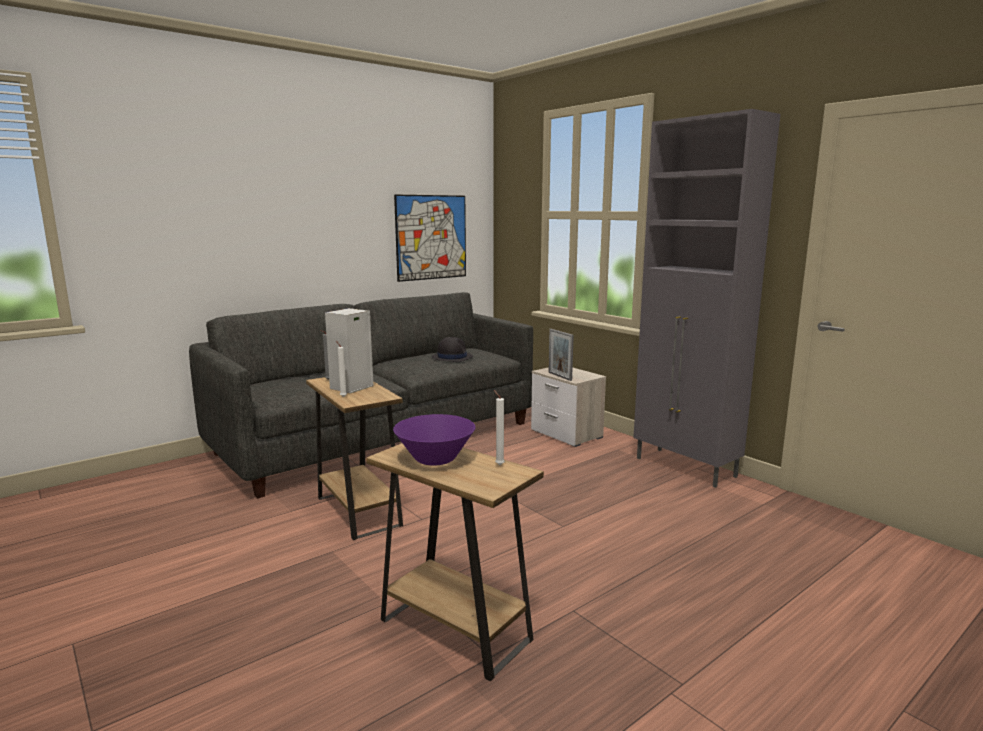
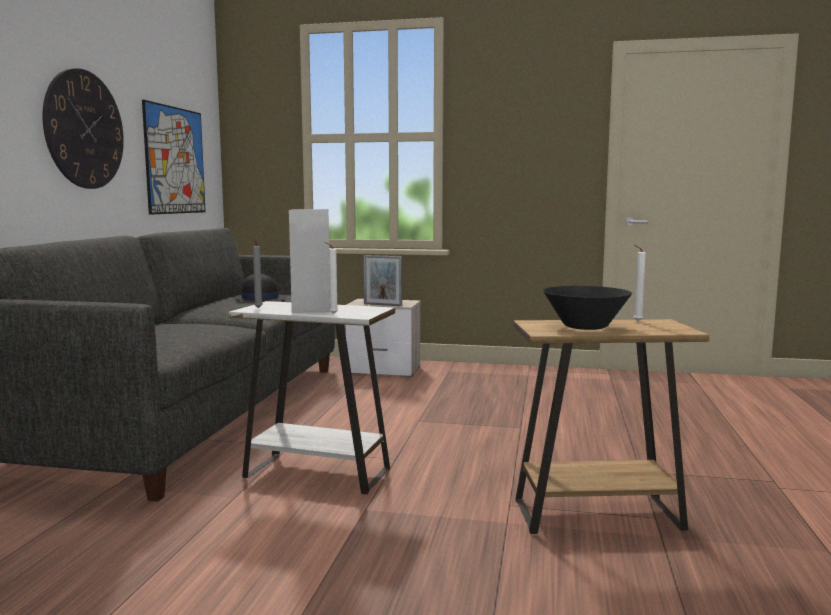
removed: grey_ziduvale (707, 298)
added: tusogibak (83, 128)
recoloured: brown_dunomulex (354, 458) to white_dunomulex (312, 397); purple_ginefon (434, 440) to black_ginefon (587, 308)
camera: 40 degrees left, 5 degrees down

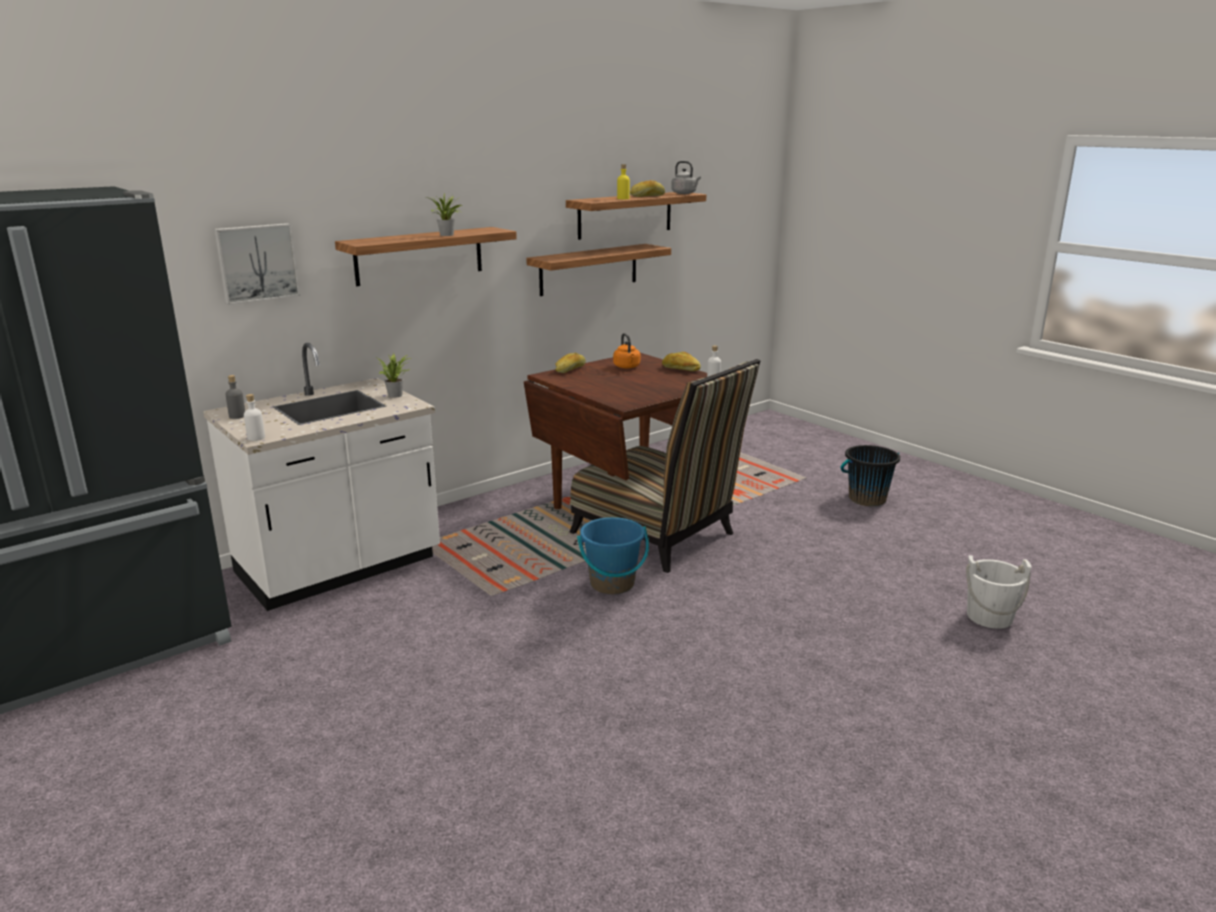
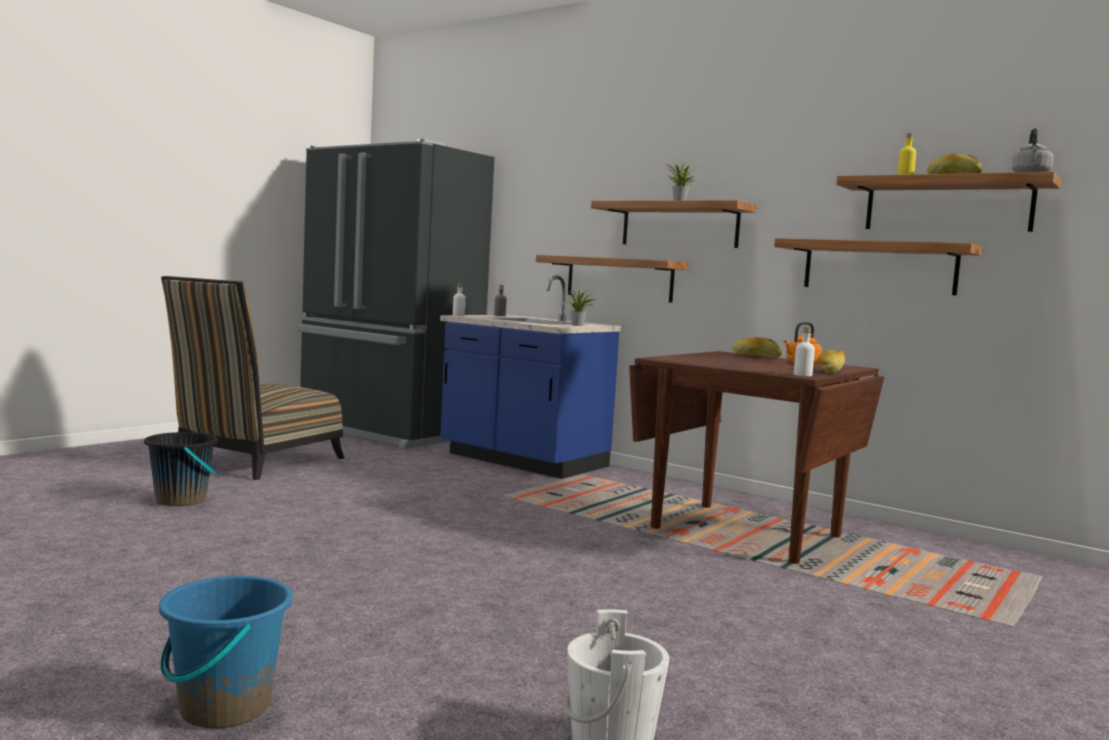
removed: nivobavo (257, 264)
added: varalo (612, 279)
moved: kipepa (665, 466) to (252, 378); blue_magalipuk (613, 555) to (226, 652); black_magalipuk (870, 475) to (181, 469)
recoloured: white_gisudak (321, 477) to blue_gisudak (530, 377)
camera: 75 degrees right, 15 degrees down

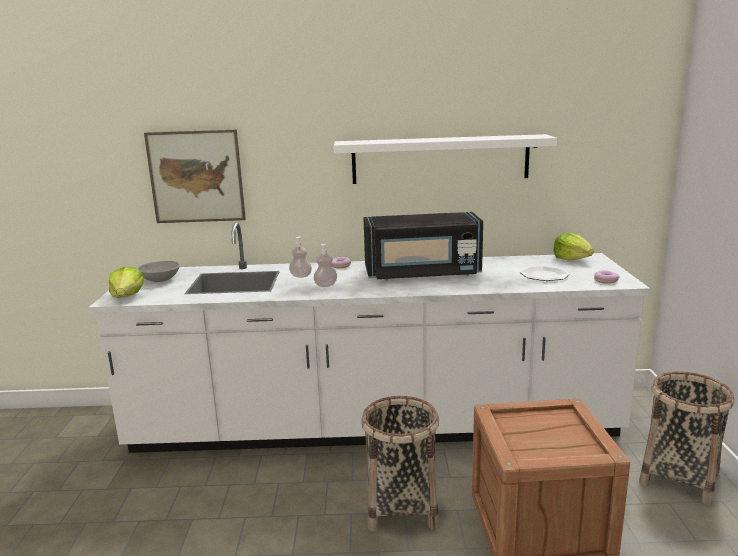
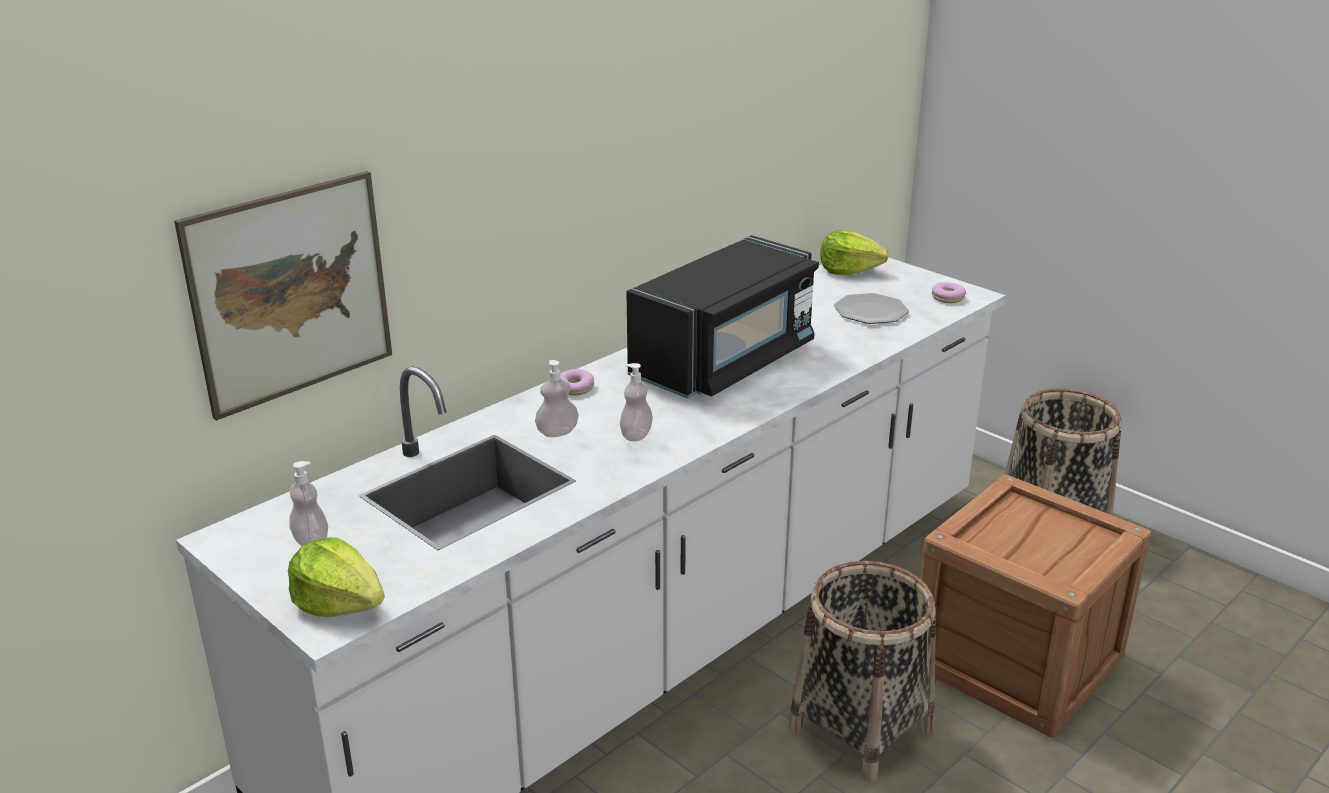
removed: white_varalo (445, 159)
replaced: grey_ginefon (158, 271) to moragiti (308, 503)
camera: 45 degrees left, 10 degrees up

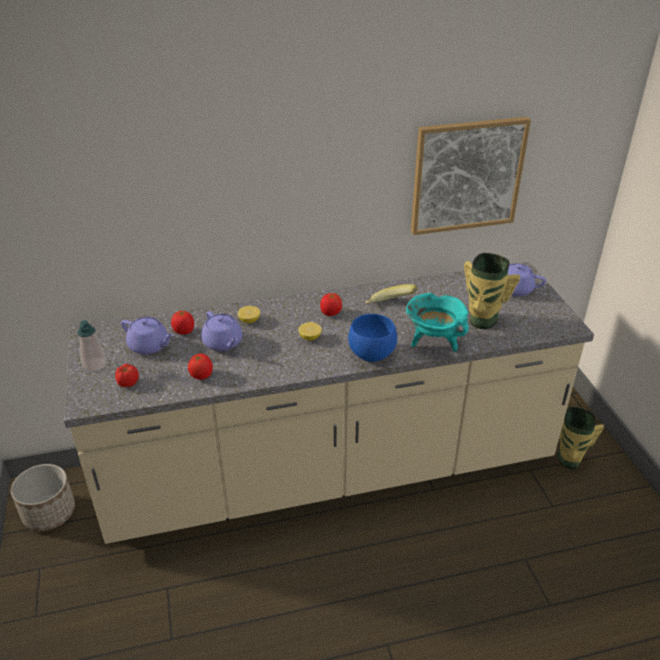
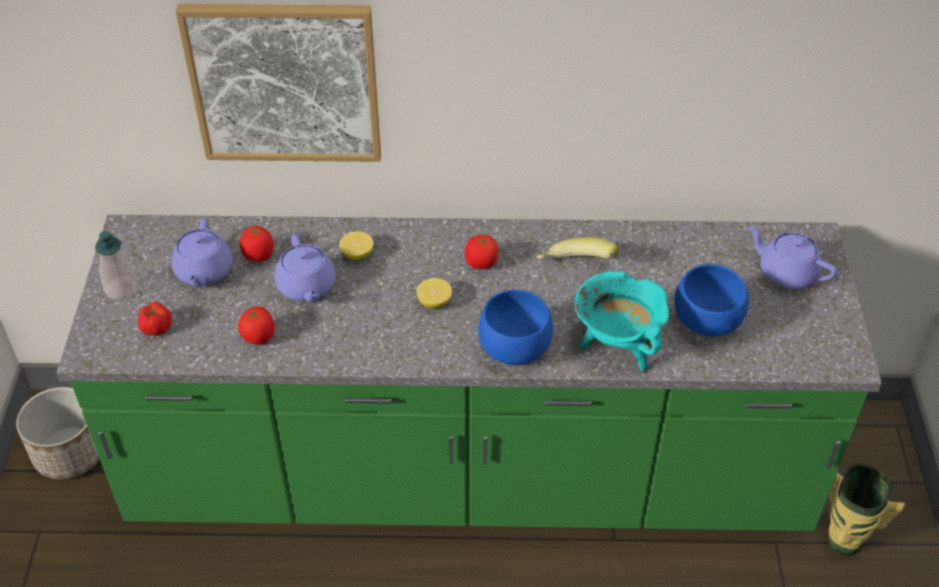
moved: nivobavo (471, 176) to (278, 83)
replaced: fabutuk (492, 291) to blue_ginefon (711, 300)
recoloured: beige_gisudak (329, 403) to green_gisudak (469, 373)
turned: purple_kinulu (147, 336) = (202, 253) 45 degrees clockwise
camera: 15 degrees right, 10 degrees up

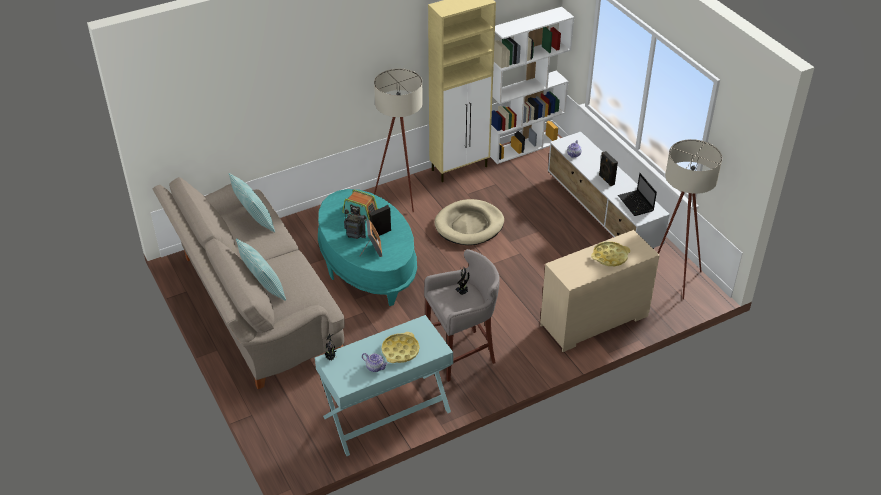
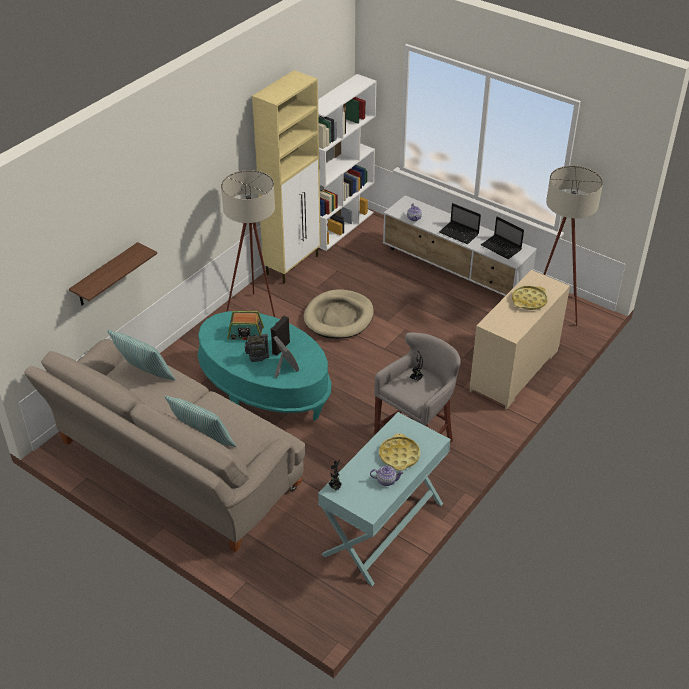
added: varalo (113, 273)
replaced: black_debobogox (608, 168) to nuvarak (460, 223)
camera: 25 degrees left, 0 degrees up

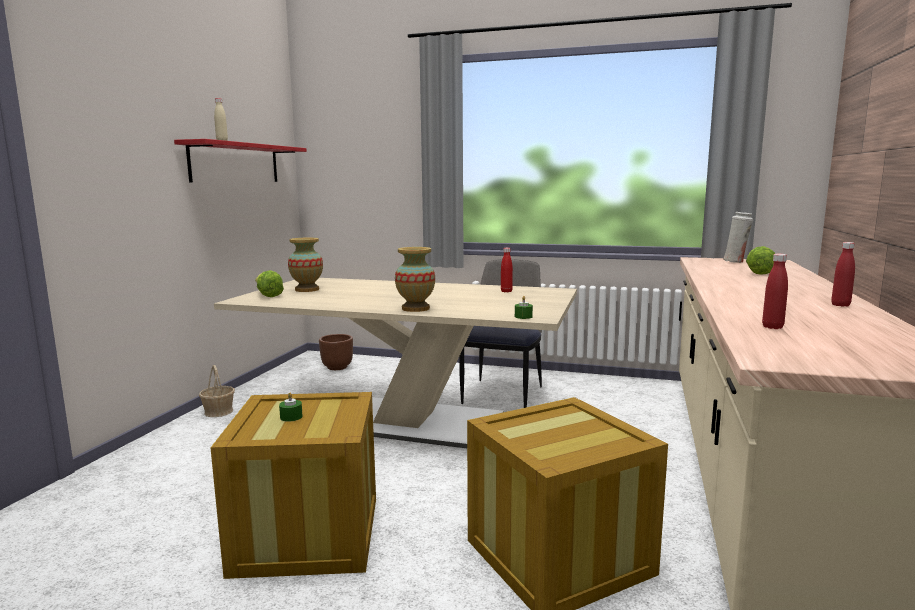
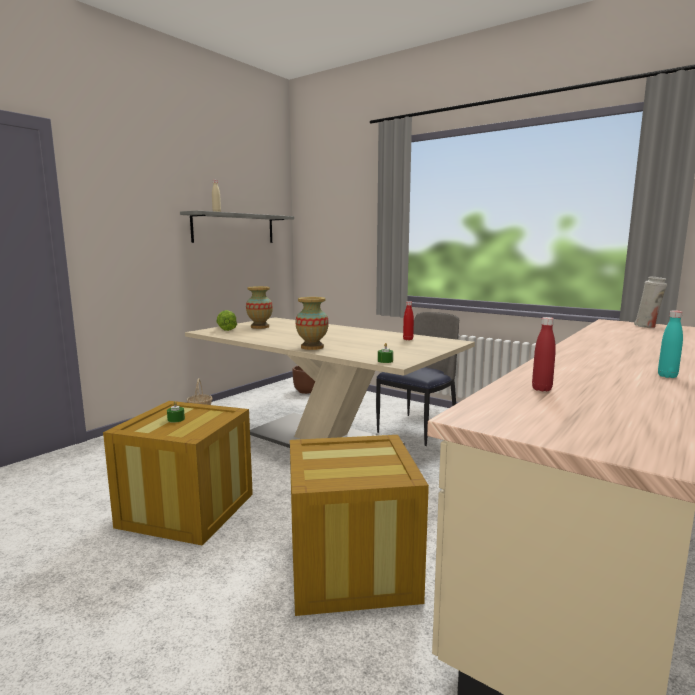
removed: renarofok (760, 260)
recoloured: red_varalo (240, 160) to grey_varalo (237, 226); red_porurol (843, 274) to turquoise_porurol (670, 344)
camera: 20 degrees right, 0 degrees up

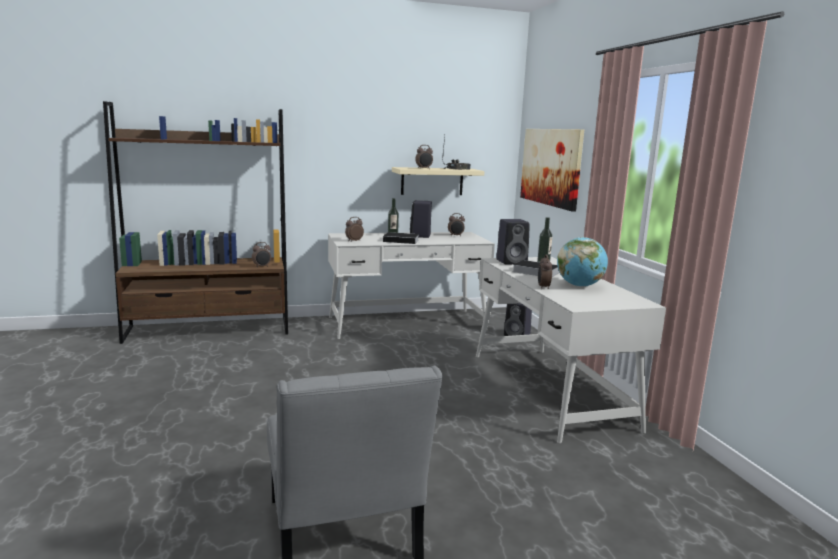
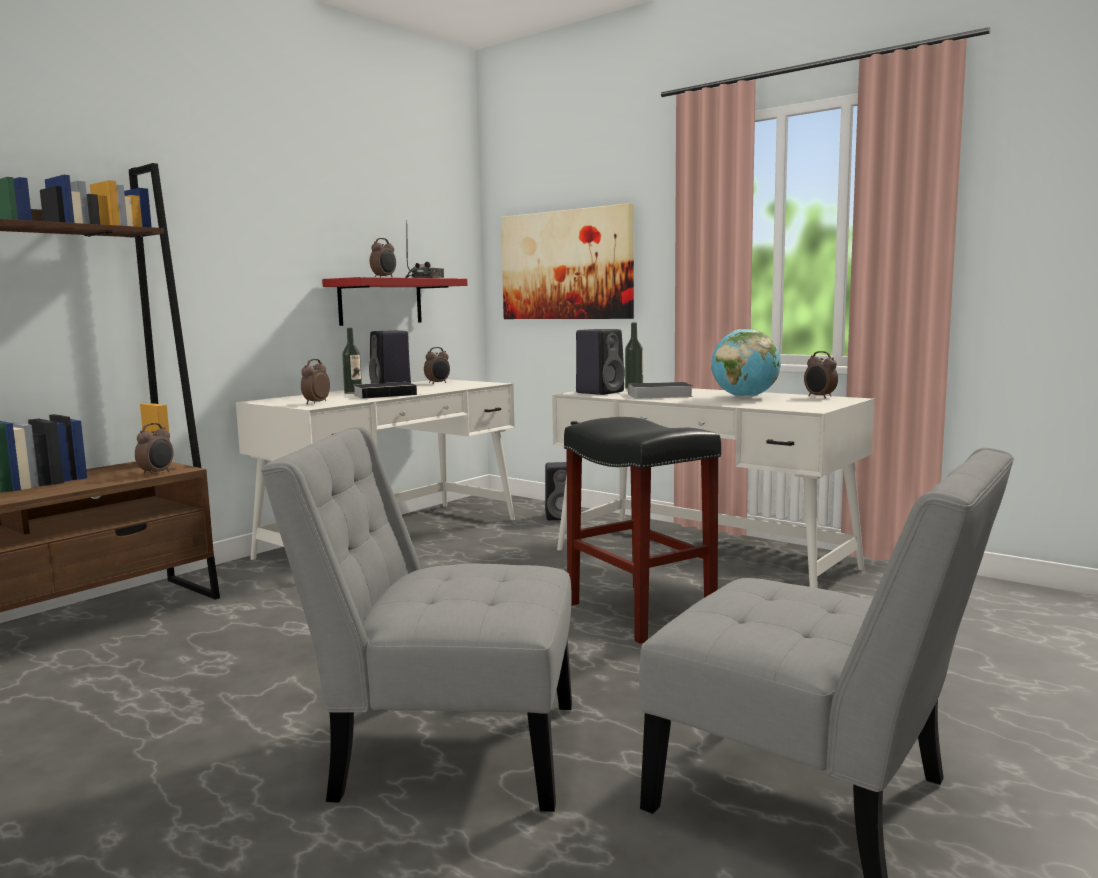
added: grey_kipepa (416, 619); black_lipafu (642, 530)
moved: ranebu (545, 272) to (821, 374)
recoloured: beige_varalo (438, 181) to red_varalo (394, 301)
camera: 35 degrees left, 5 degrees down

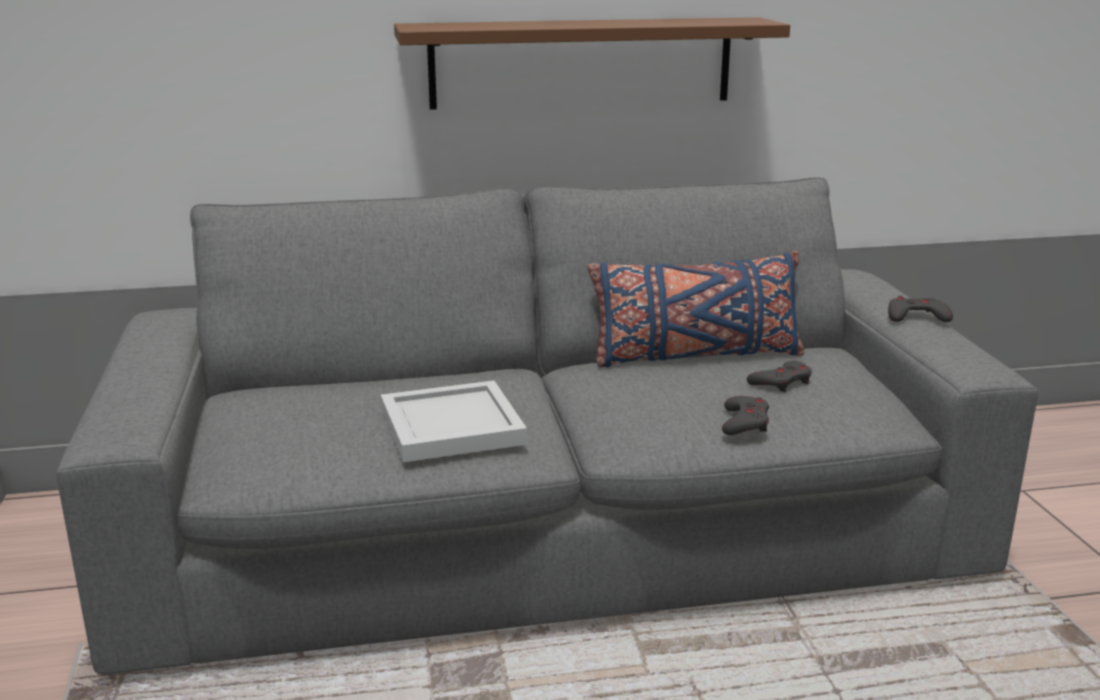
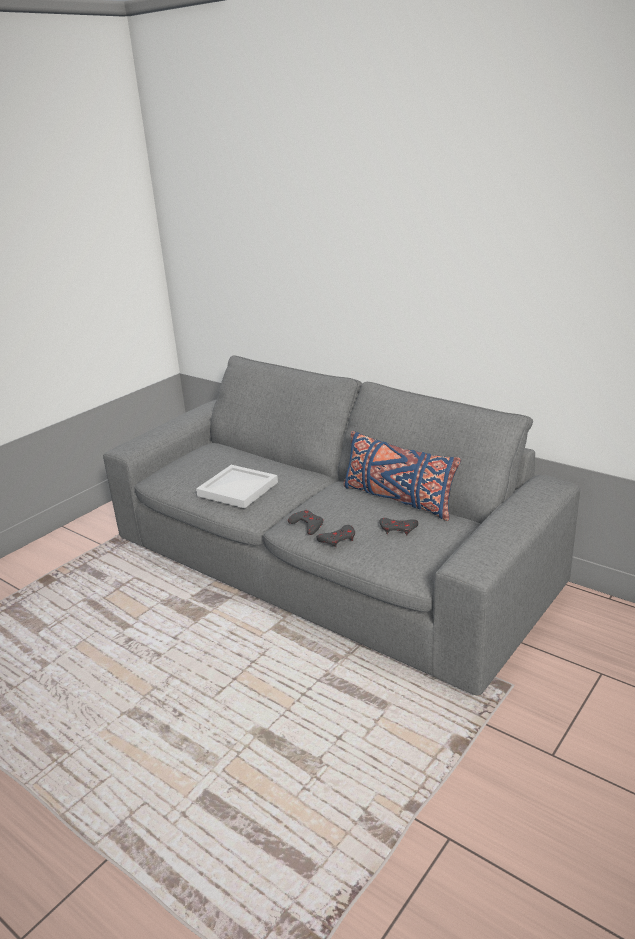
removed: brown_varalo (592, 63)
moved: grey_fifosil (920, 309) to (305, 522)
camera: 50 degrees right, 5 degrees up

